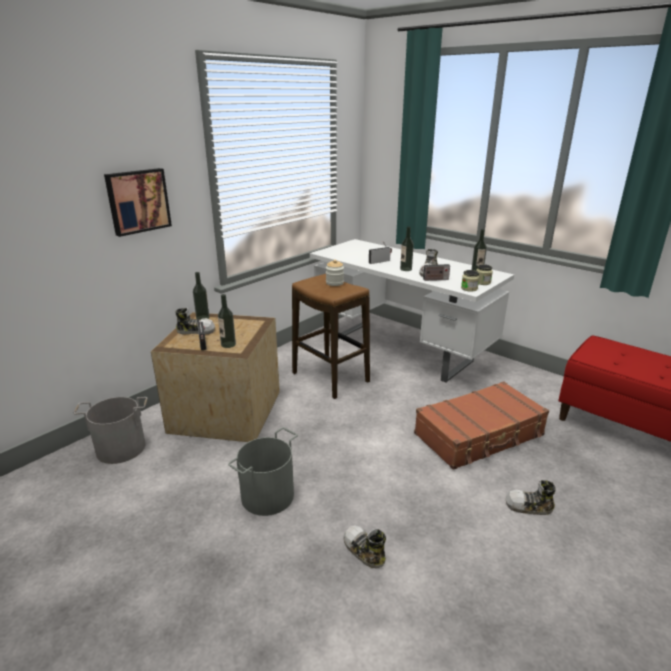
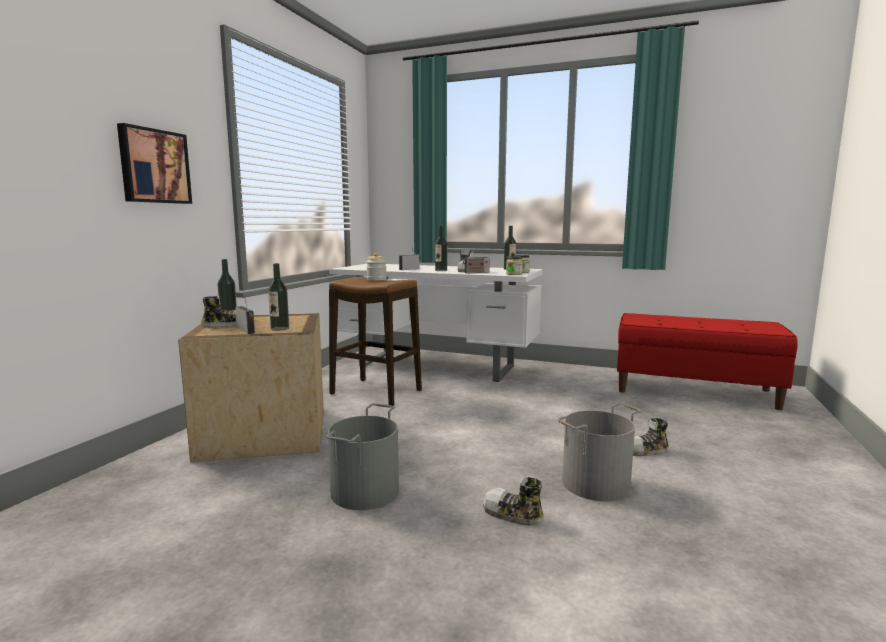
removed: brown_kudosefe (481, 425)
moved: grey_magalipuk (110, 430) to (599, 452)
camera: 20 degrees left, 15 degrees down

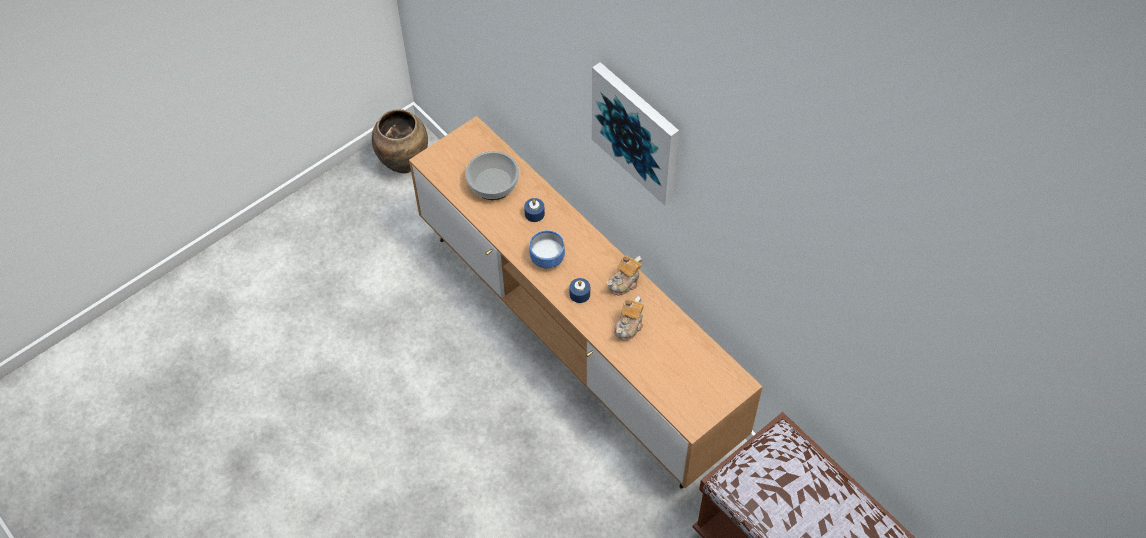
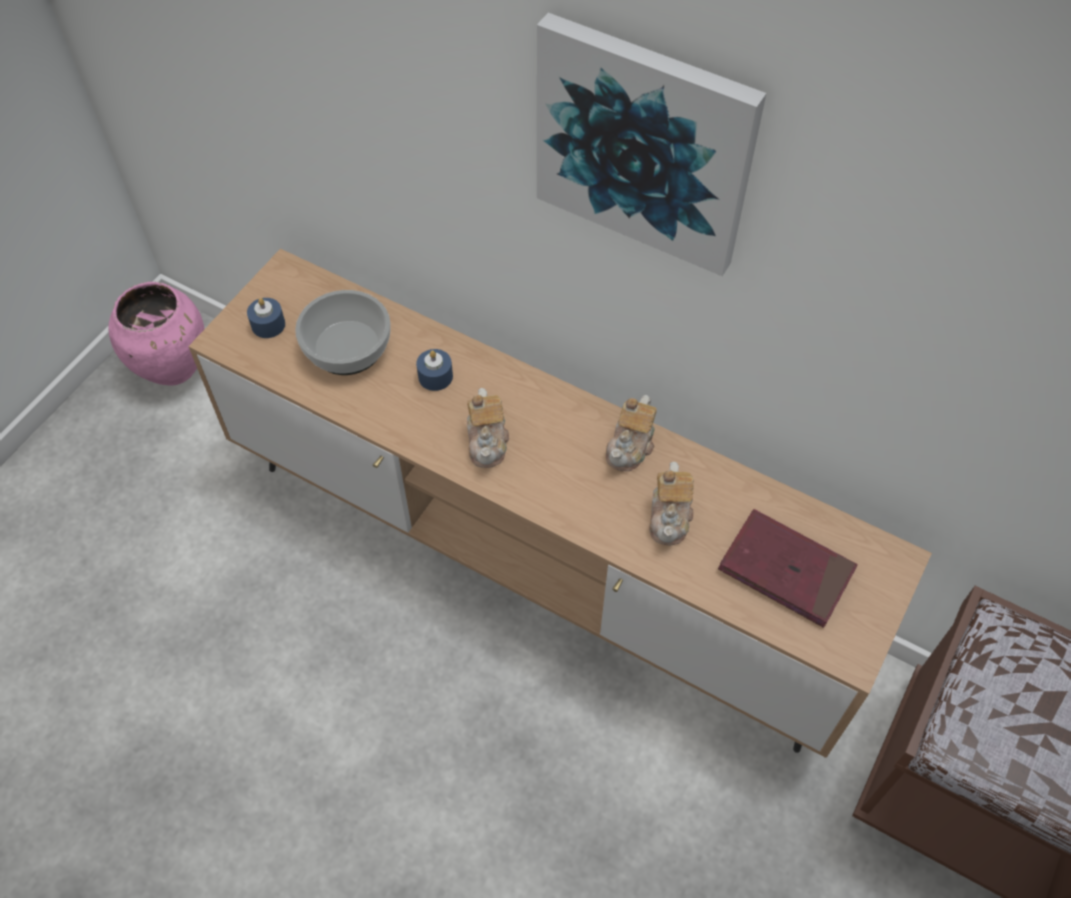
added: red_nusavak (788, 568)
moved: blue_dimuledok (579, 290) to (266, 318)
replaced: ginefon (547, 249) to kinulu (488, 428)
recoloured: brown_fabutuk (400, 141) to pink_fabutuk (156, 334)
camera: 20 degrees left, 0 degrees up

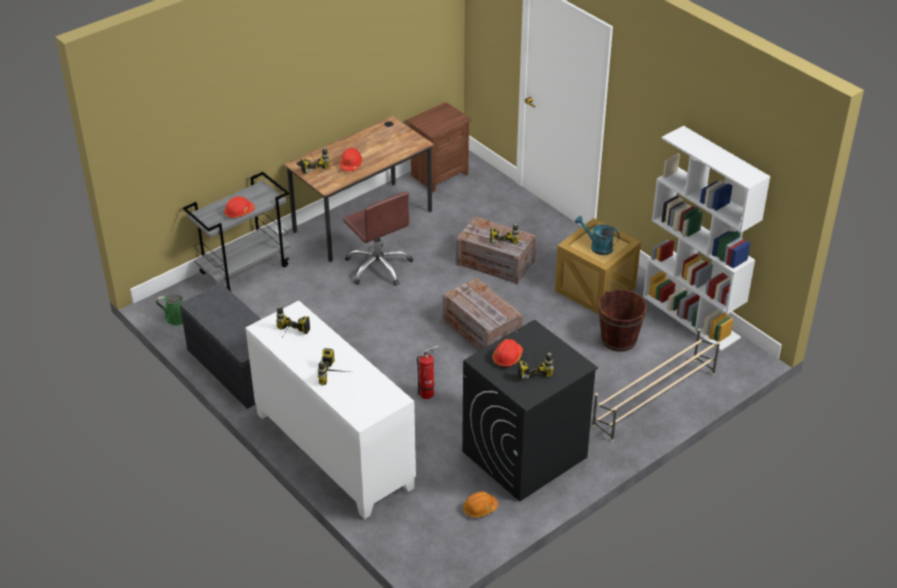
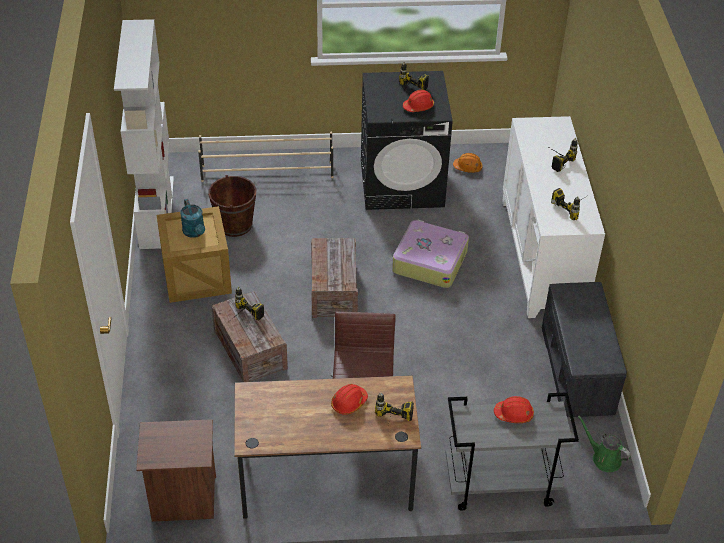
replaced: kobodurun (428, 372) to kudosefe (430, 254)
camera: 145 degrees left, 5 degrees up

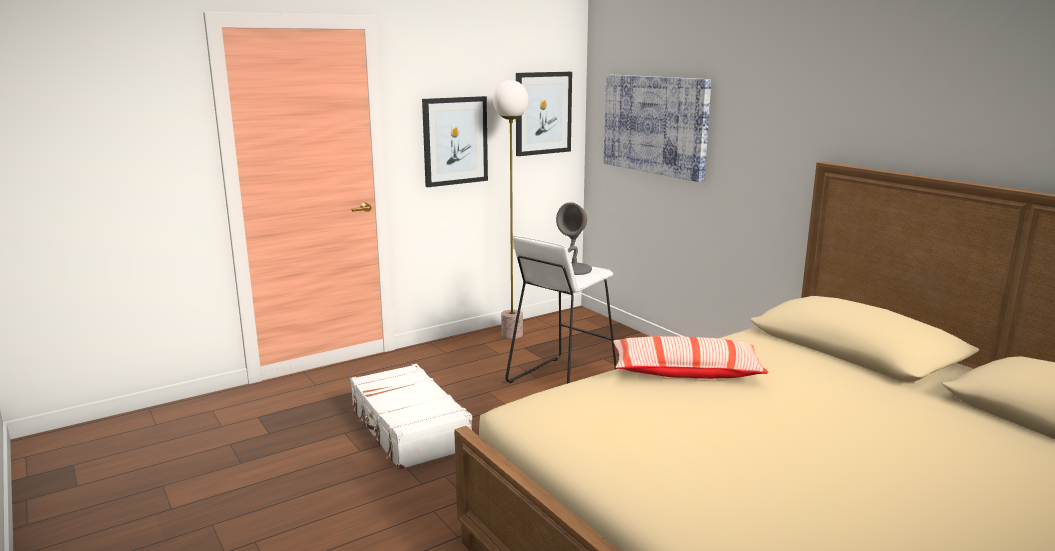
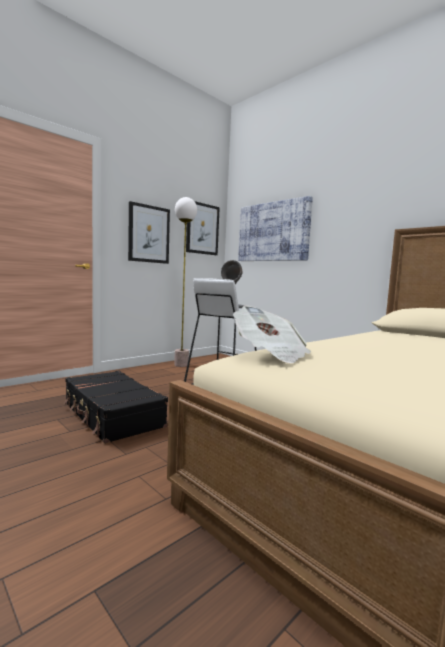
removed: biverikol (691, 357)
added: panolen (272, 335)
recoloured: white_kudosefe (411, 417) to black_kudosefe (116, 407)
camera: 10 degrees left, 10 degrees down

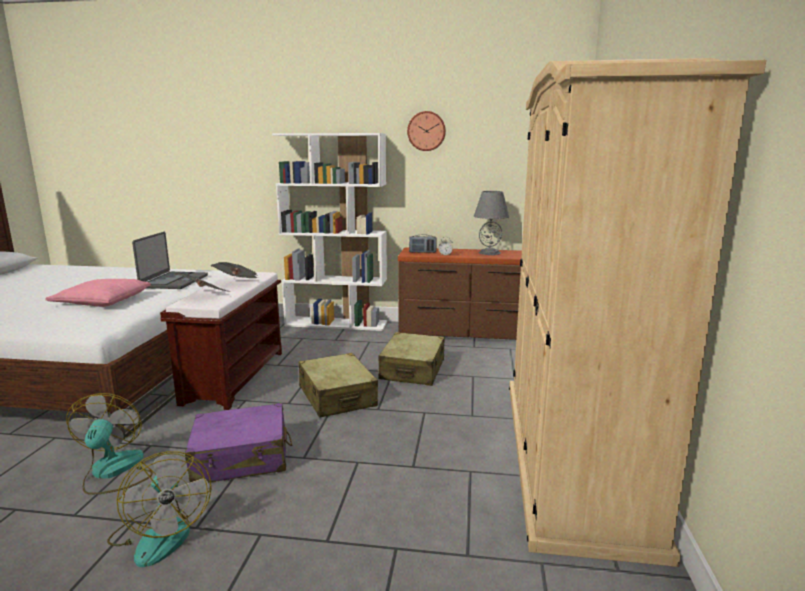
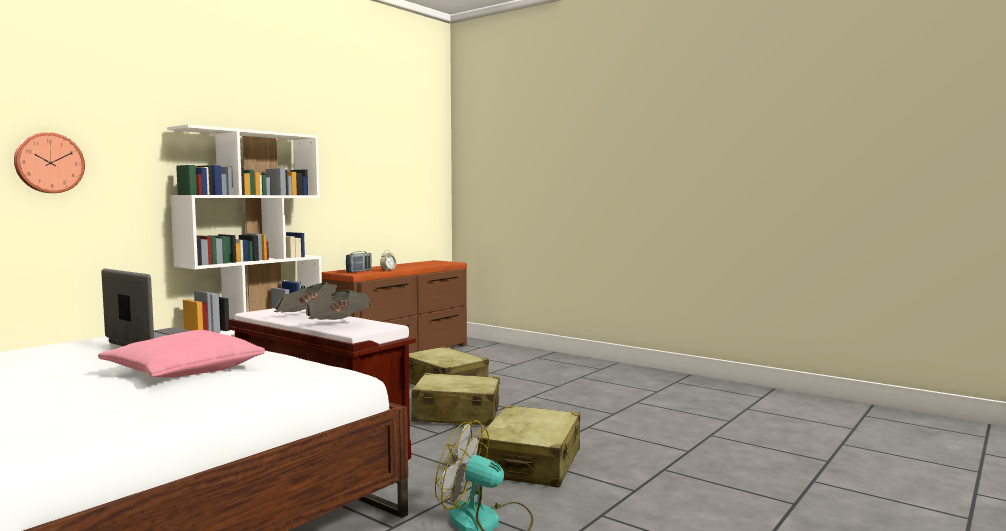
removed: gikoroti (159, 509); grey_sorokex (491, 223); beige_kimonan (637, 312)
moved: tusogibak (426, 131) to (49, 162)
recoloured: purple_kudosefe (238, 443) to beige_kudosefe (528, 446)
camera: 60 degrees left, 10 degrees down

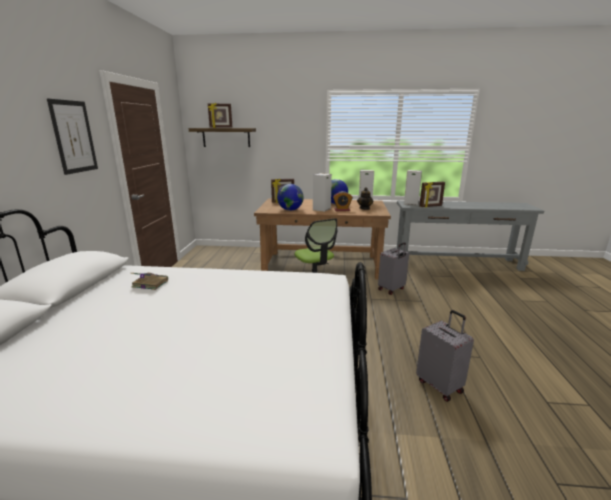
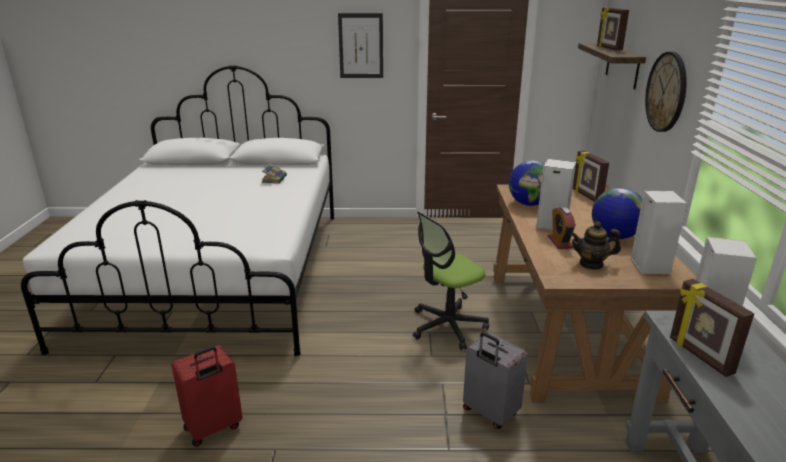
added: tusogibak (666, 92)
recoloured: grey_kudosefe (445, 356) to red_kudosefe (207, 396)
camera: 85 degrees right, 5 degrees up

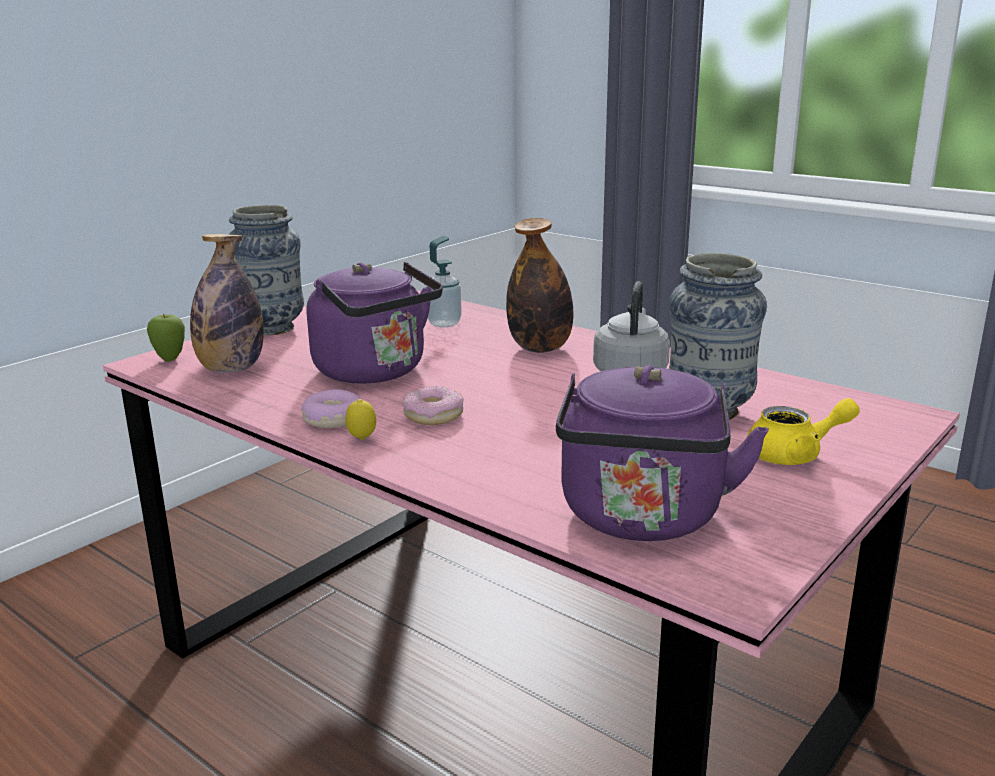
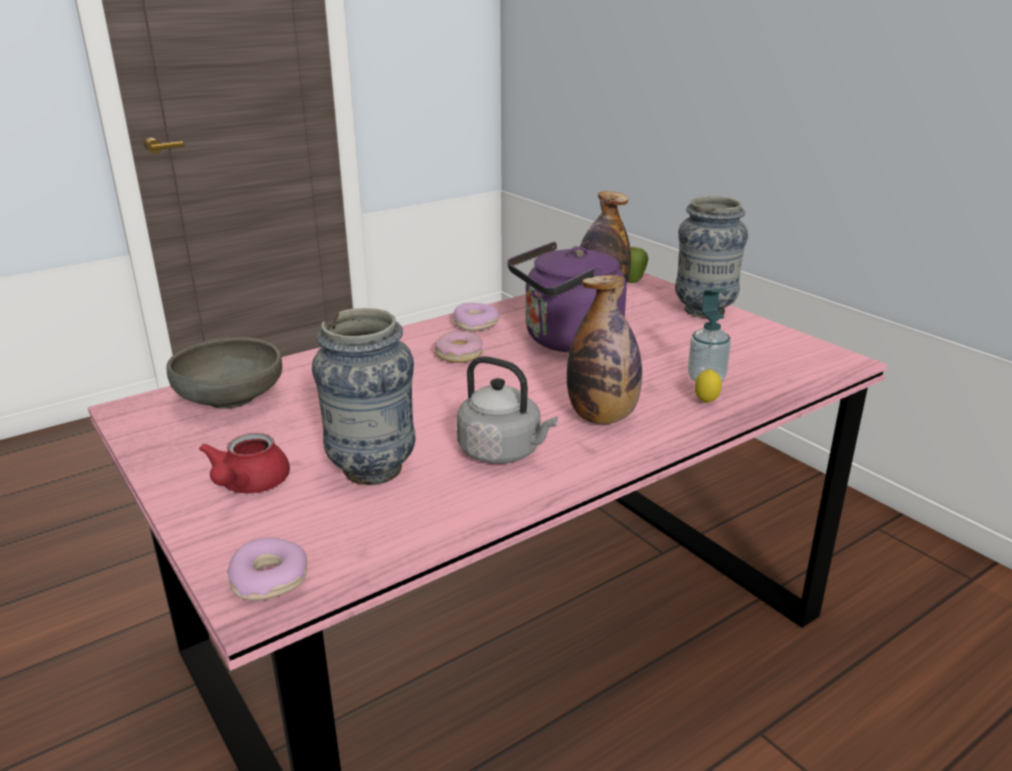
added: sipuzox (267, 569)
moved: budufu (360, 419) to (708, 386)
replaced: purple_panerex (662, 453) to grey_ginefon (224, 373)
recoloured: yellow_kinulu (803, 431) to red_kinulu (244, 463)
camera: 105 degrees right, 5 degrees up

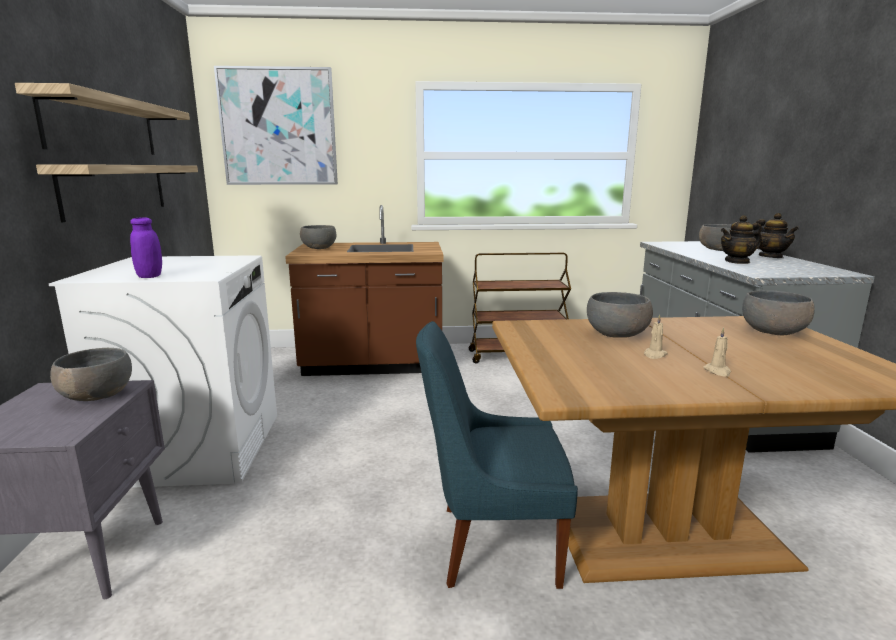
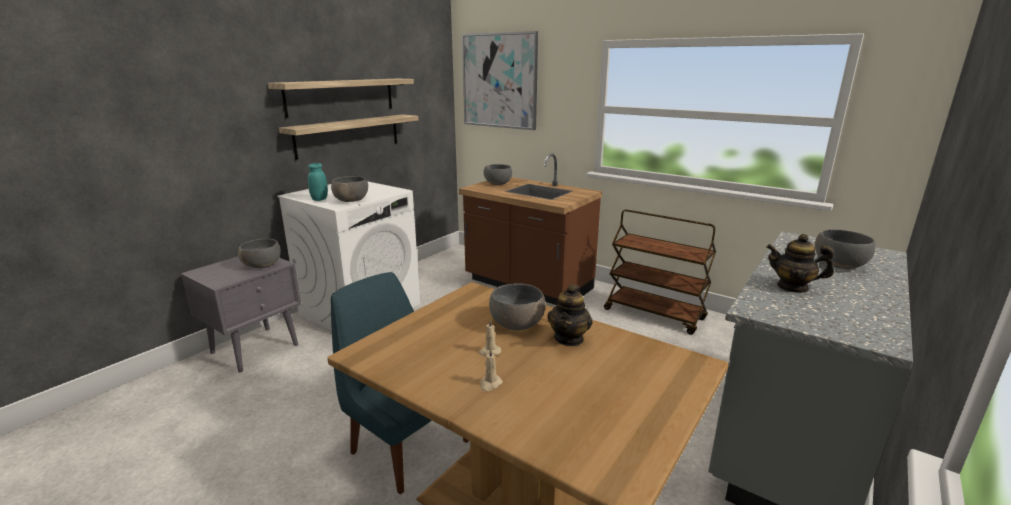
moved: grey_ginefon (778, 312) to (349, 189); kinulu (776, 235) to (570, 315)
recoloured: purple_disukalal (146, 247) to turquoise_disukalal (318, 182)
camera: 40 degrees right, 5 degrees up

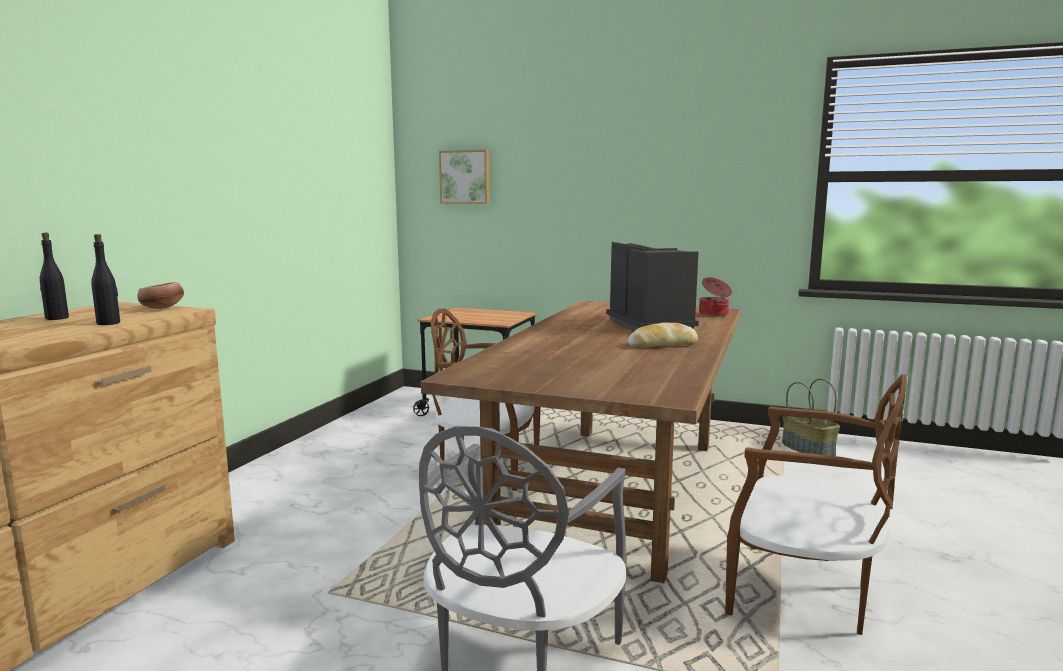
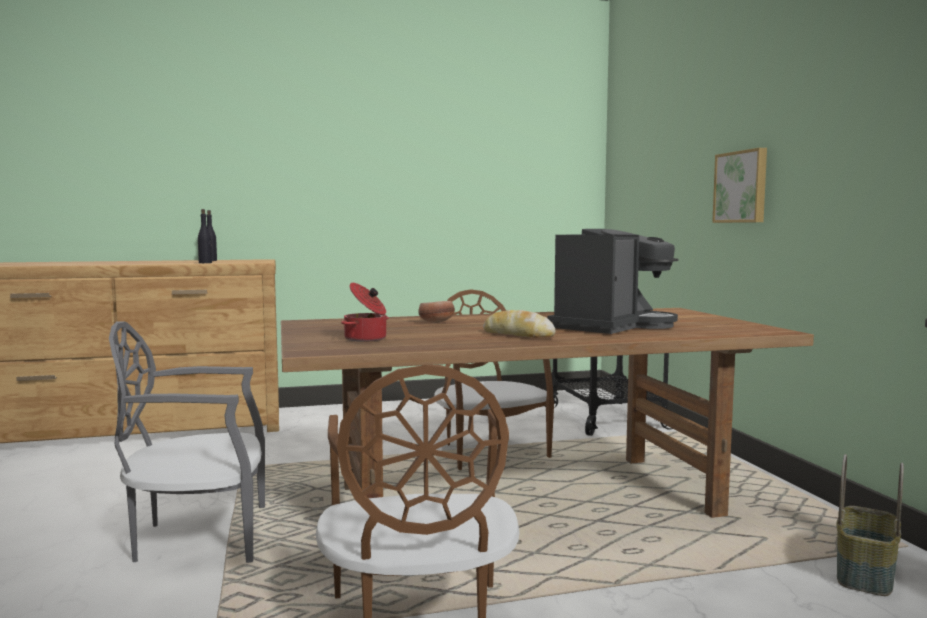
moved: ginefon (161, 295) to (436, 312); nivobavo (464, 177) to (739, 185); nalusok (715, 297) to (365, 312)
camera: 55 degrees right, 5 degrees down

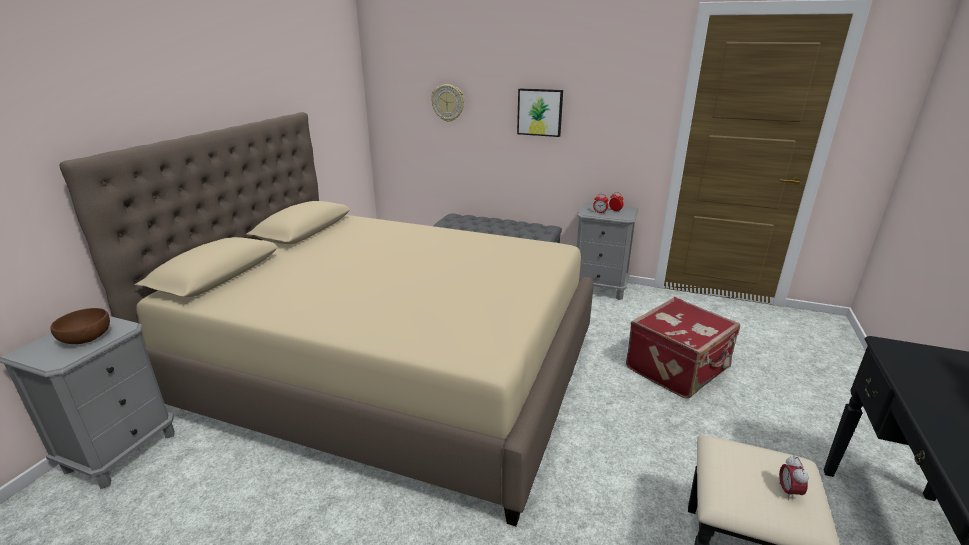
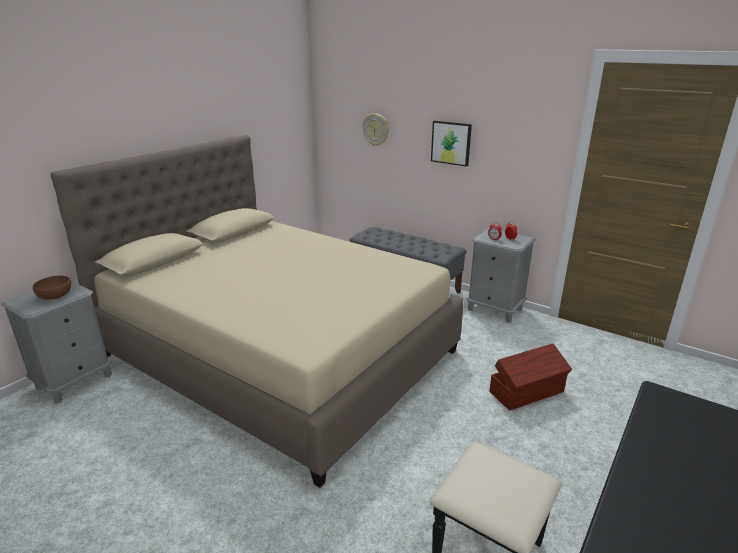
removed: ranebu (794, 478)
replaced: red_kudosefe (683, 348) to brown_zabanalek (530, 377)
camera: 15 degrees right, 0 degrees up

